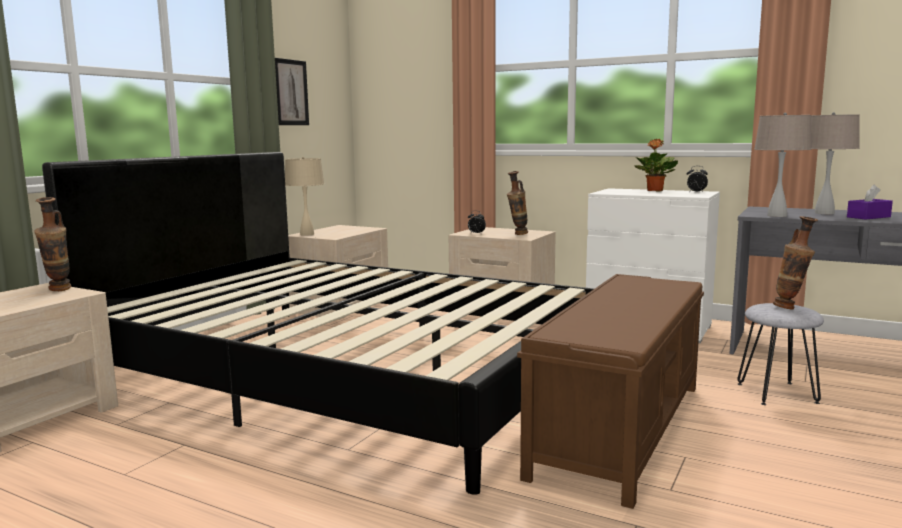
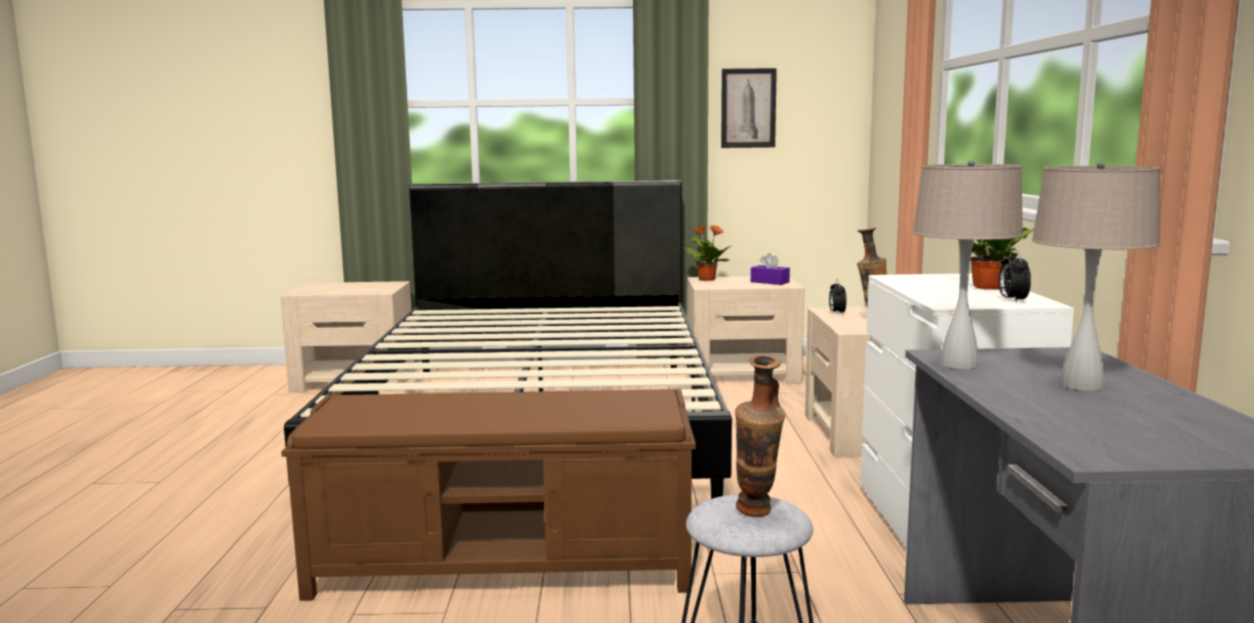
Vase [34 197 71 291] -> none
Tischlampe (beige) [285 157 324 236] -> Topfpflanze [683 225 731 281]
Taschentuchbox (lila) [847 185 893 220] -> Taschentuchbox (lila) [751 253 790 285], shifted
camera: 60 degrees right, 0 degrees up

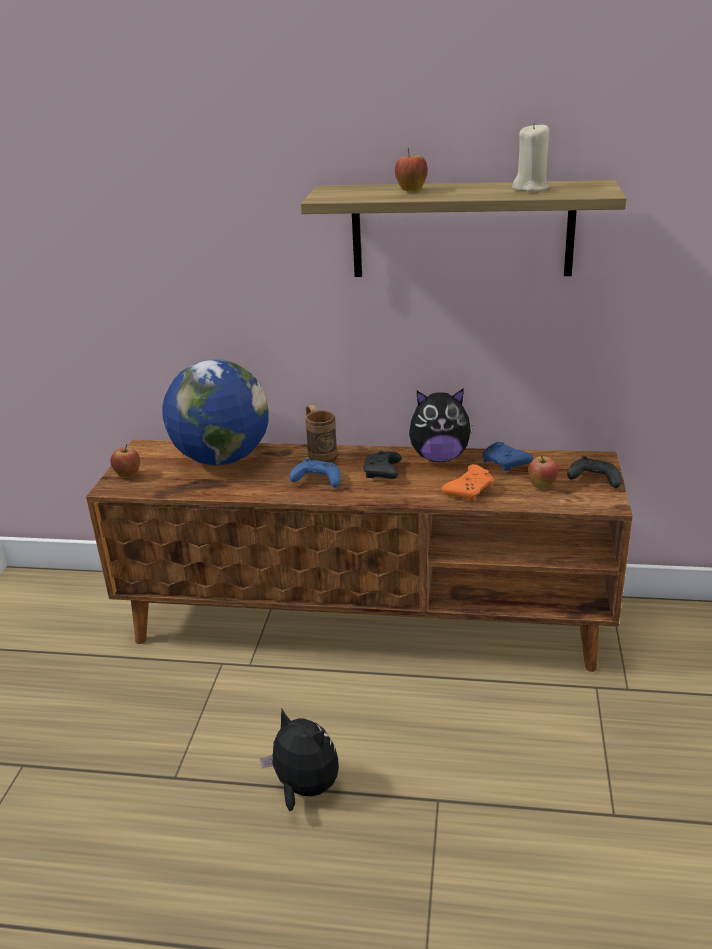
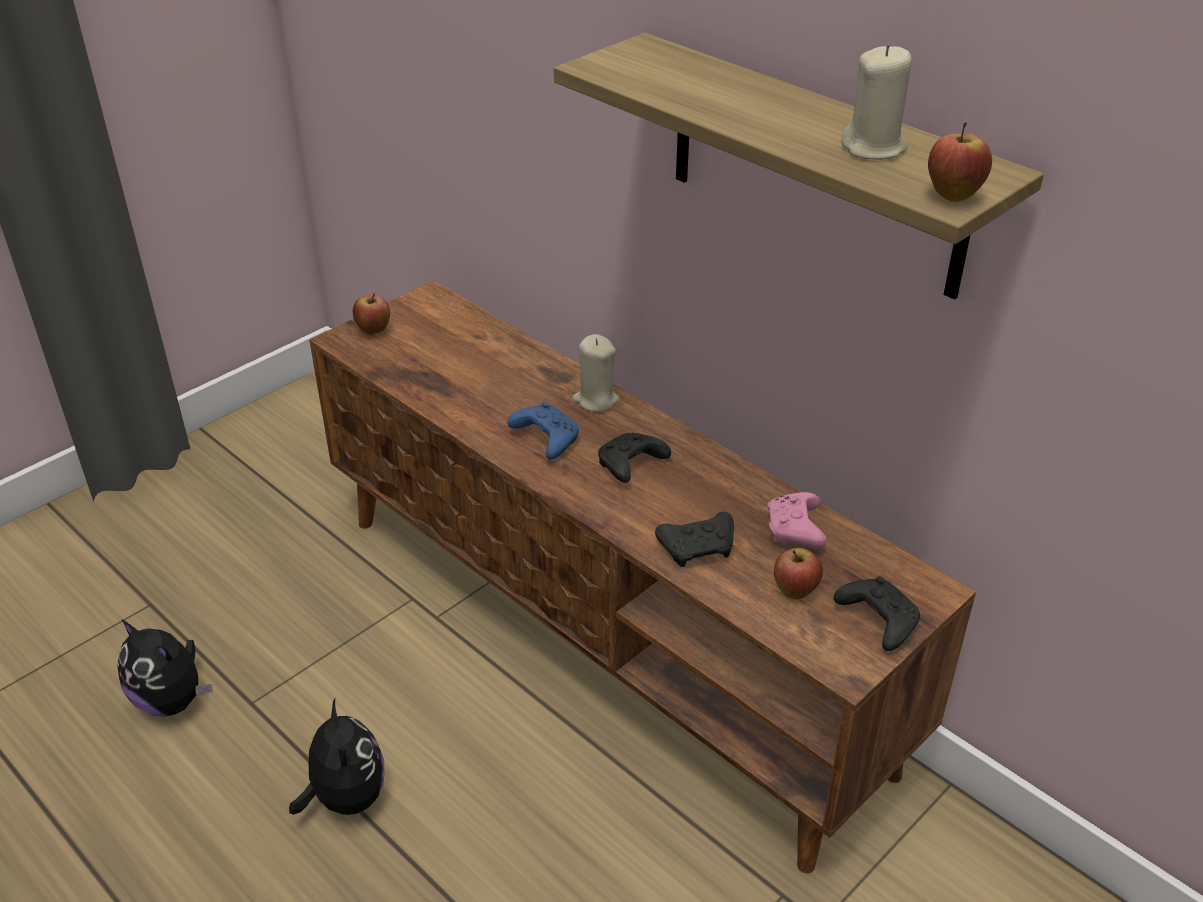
Globus [162 360 269 465] -> none
Henkelbecher (braun) [305 405 338 463] -> Kerze (beige) [572 334 620 412]
Apfel [395 148 428 192] -> Apfel [928 122 992 202], shifted
Plüschtier [409 388 473 462] -> Plüschtier [117 619 213 717], shifted
Gamepad (orange) [442 464 494 501] -> Gamepad (schwarz) [655 512 734 567]
Gamepad (blau) [482 442 533 471] -> Gamepad (rosa) [768 492 827 548]
camera: 35 degrees right, 10 degrees up

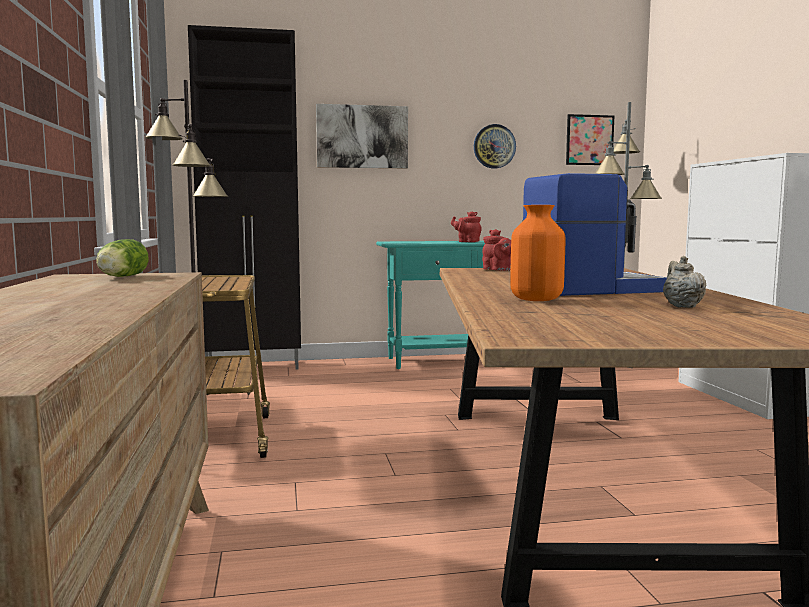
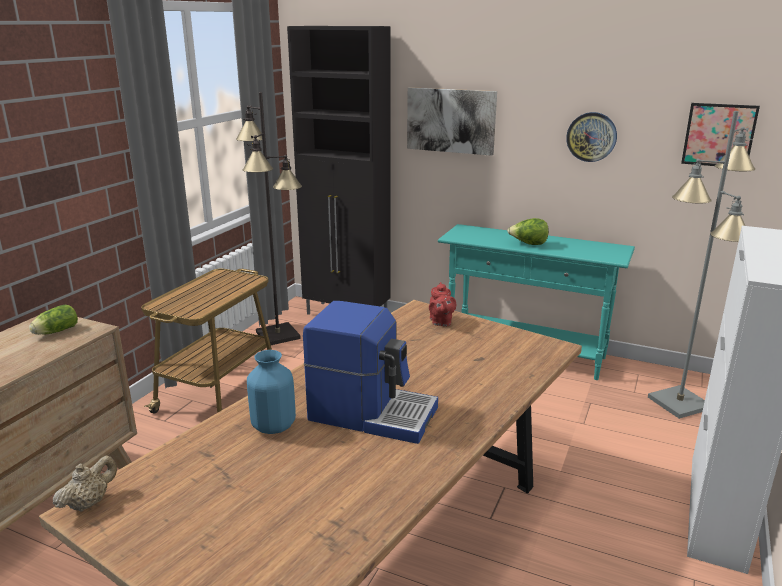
Teekanne (rot) [451 211 482 242] -> Salatkopf [507 218 549 245]
Vase (orange) [510 205 565 301] -> Vase (blau) [247 350 296 434]
Teekanne (beige) [663 256 707 308] -> Teekanne (beige) [53 456 117 512], shifted
camera: 35 degrees right, 15 degrees up

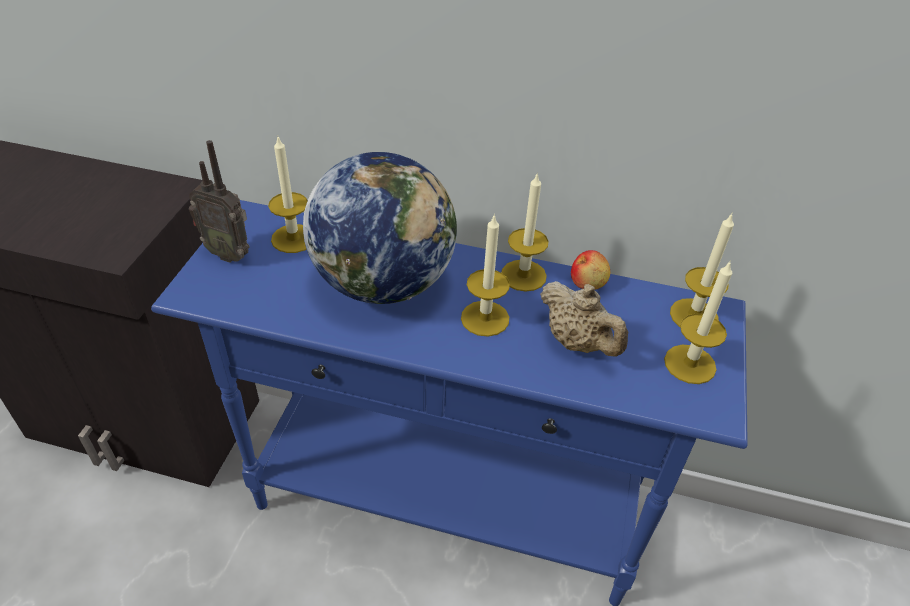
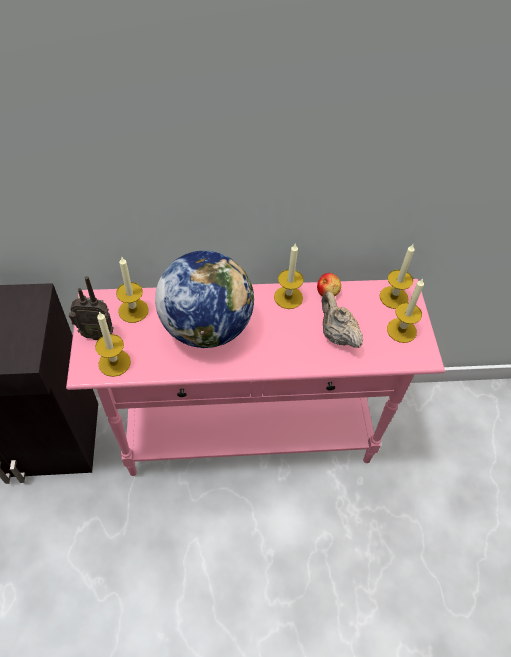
Konsolentisch (blau) [151 200 748 606] -> Konsolentisch (rosa) [66 279 445 476]
Kerze [461 214 510 337] -> Kerze [95 311 131 377], shifted
Teekanne (beige) [540 281 628 357] -> Teekanne (beige) [322 291 363 348], 150 degrees counterclockwise
camera: 20 degrees left, 10 degrees up

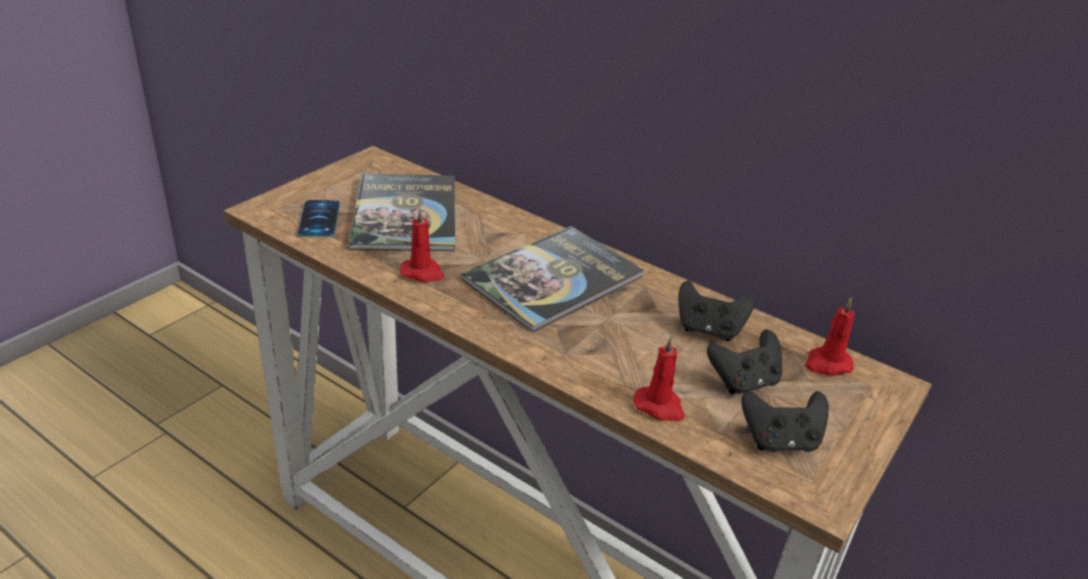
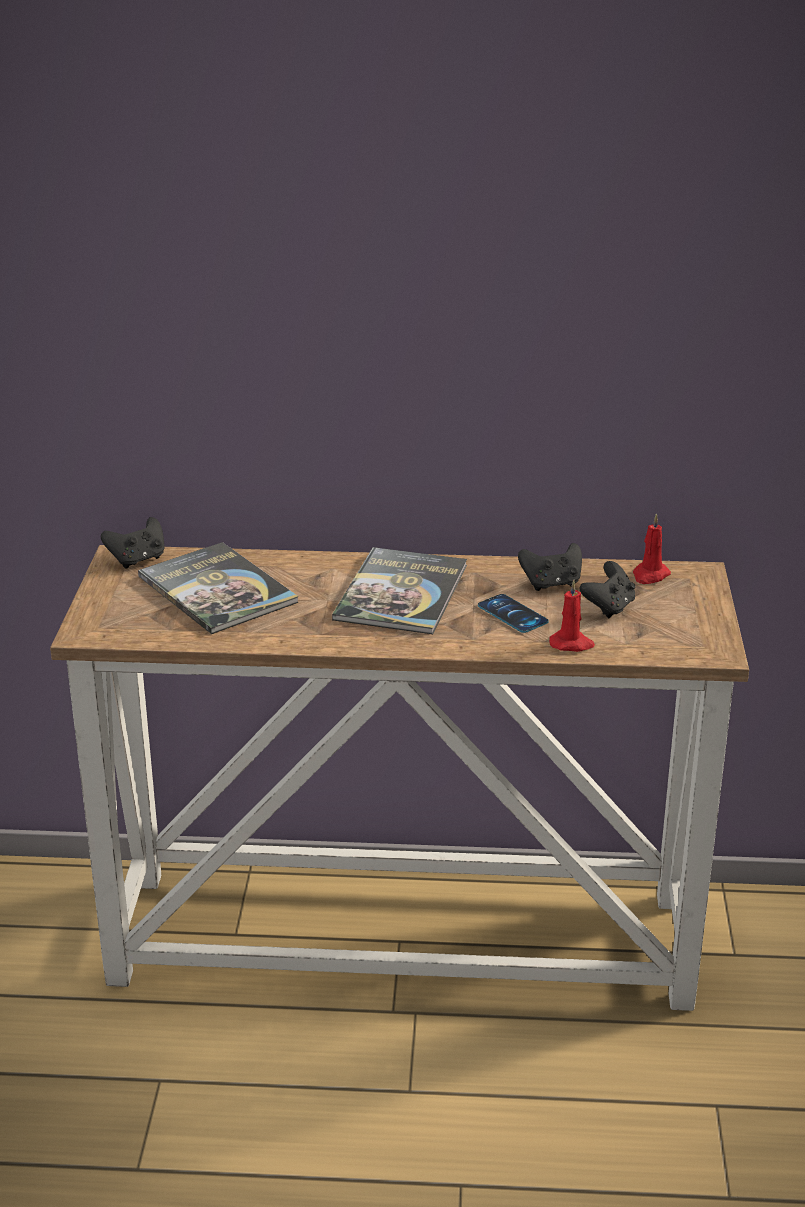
Handy [297 200 340 237] -> Handy [478 594 549 633], shifted
Kerze (rot) [400 207 444 282] -> none
Gamepad (schwarz) [741 391 829 452] -> Gamepad (schwarz) [101 517 165 568], shifted
camera: 30 degrees left, 5 degrees down

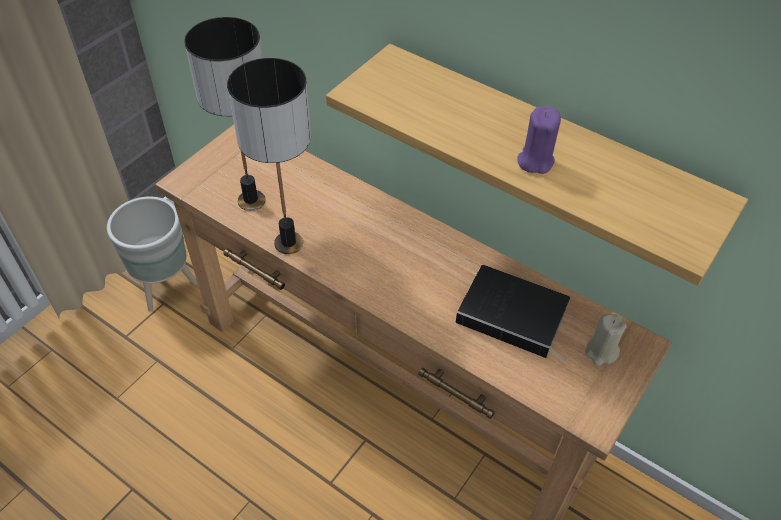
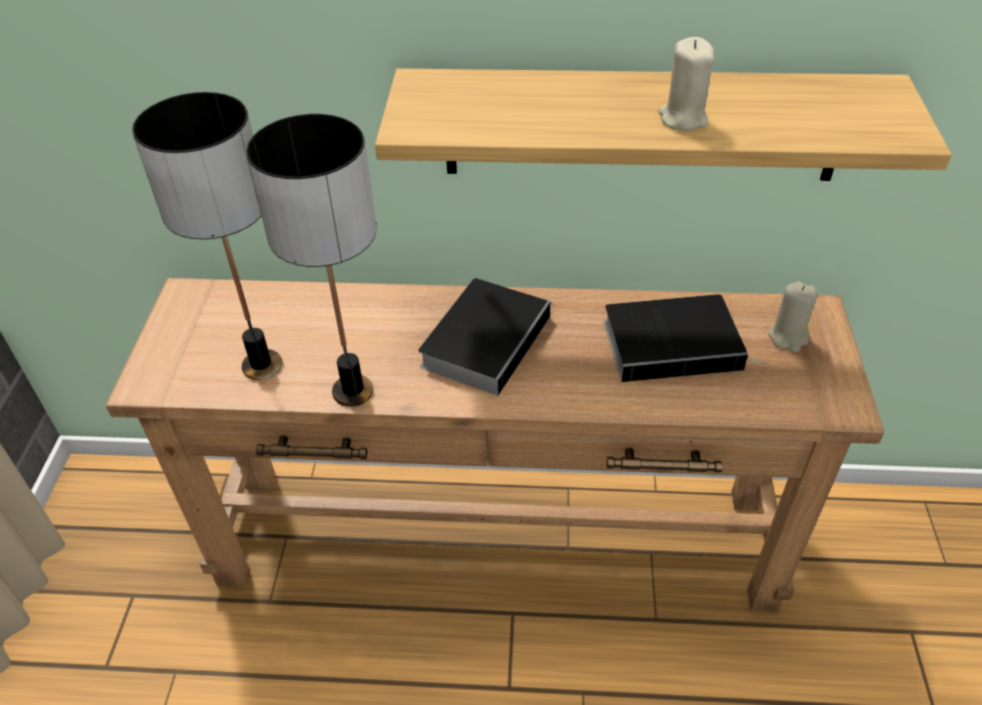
Pflanzkübel (grau) [107 196 198 311] -> none
Kerze (lila) [517 106 561 174] -> Kerze (beige) [658 37 714 131]
none -> Buch [418 278 554 396]
camera: 30 degrees left, 5 degrees down

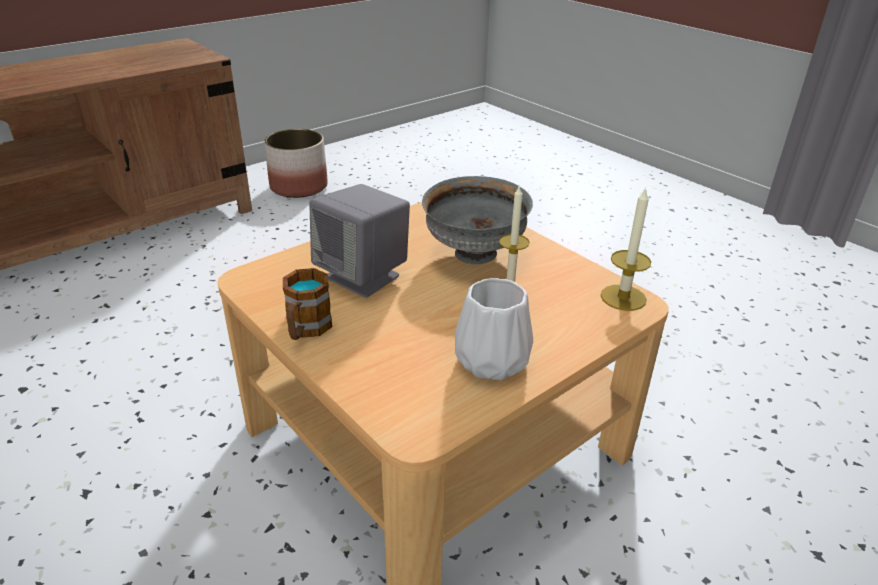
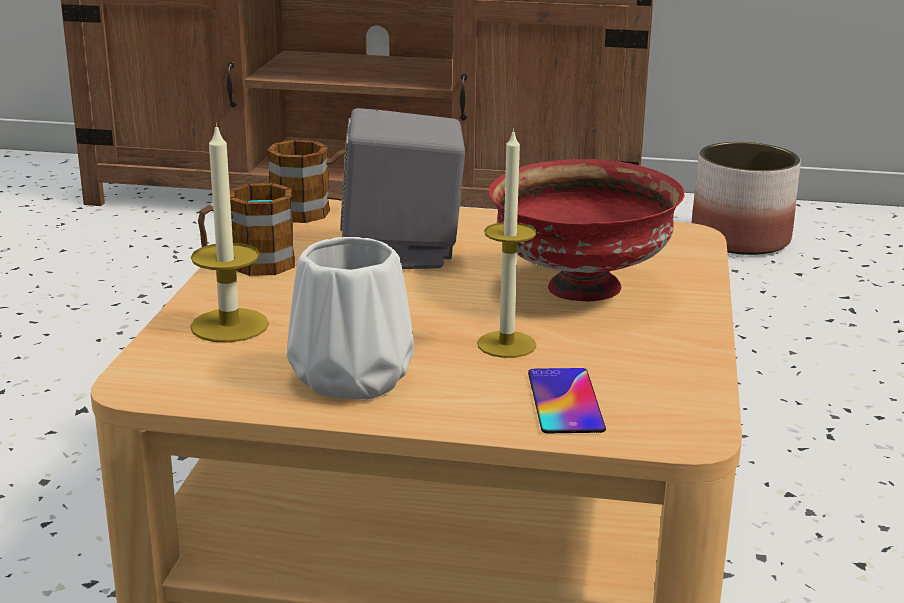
Schüssel (grau) [422 176 533 264] -> Schüssel (rot) [488 159 684 301]
Kerze [601 187 651 311] -> Kerze [190 123 269 343], shifted
none -> Henkelbecher [267 140 345 223]
none -> Handy [528 368 606 433]
camera: 50 degrees right, 10 degrees down

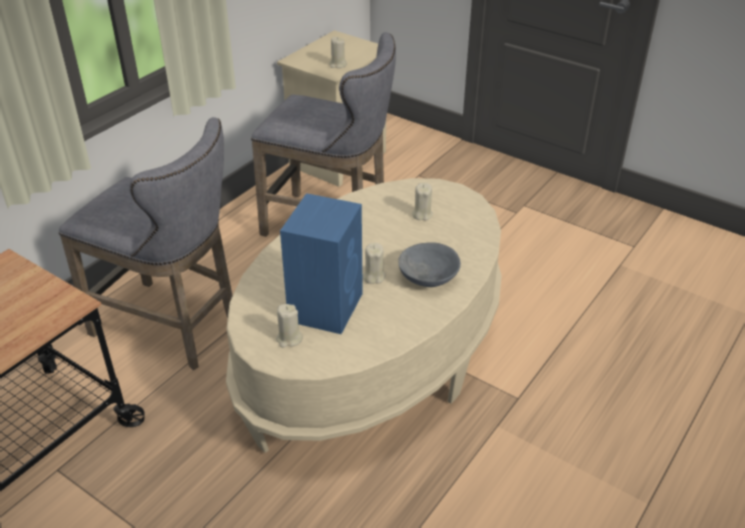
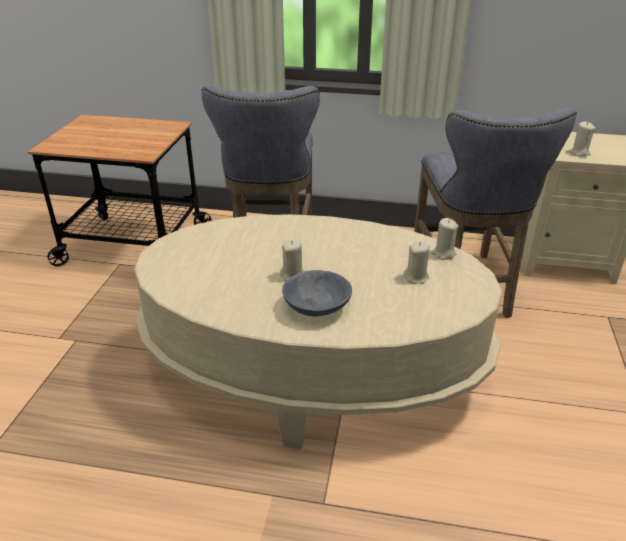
Kerze (beige) [276 304 303 348] -> Kerze (beige) [431 218 459 260], shifted
Lautsprecher (blau) [280 193 363 334] -> none
camera: 65 degrees right, 5 degrees down

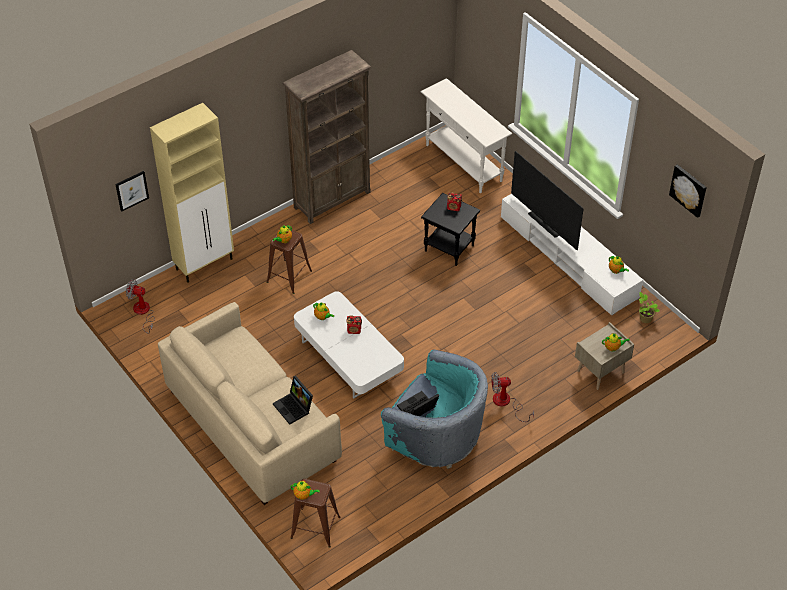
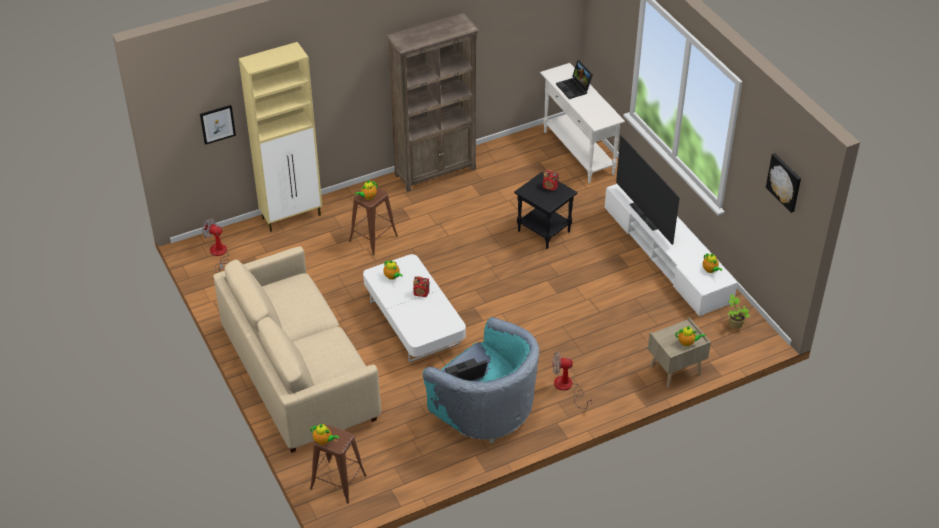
Laptop [273 376 313 425] -> Laptop [556 60 593 99], shifted
camera: 10 degrees right, 5 degrees down

